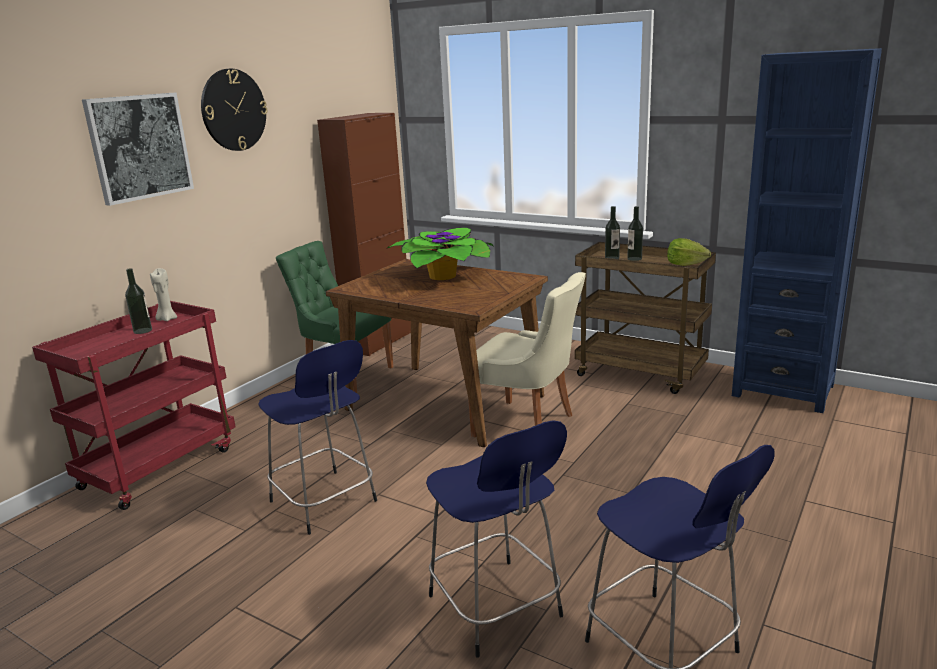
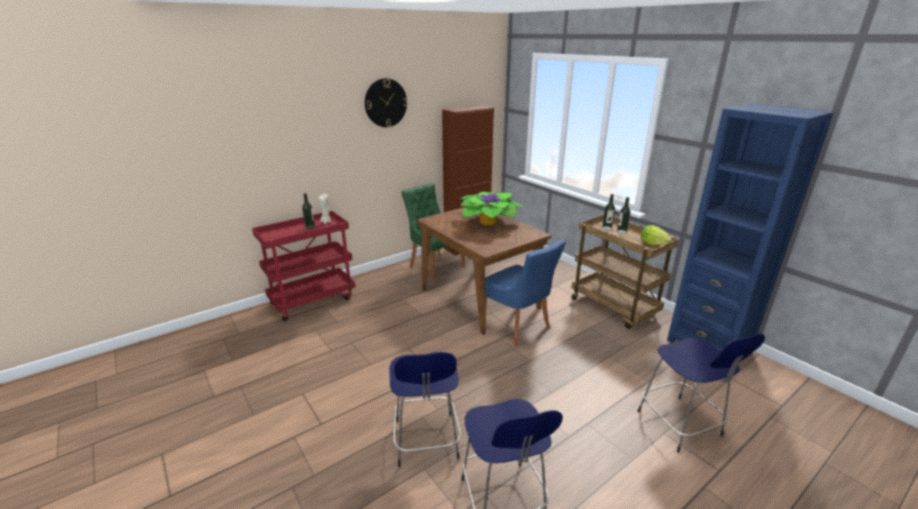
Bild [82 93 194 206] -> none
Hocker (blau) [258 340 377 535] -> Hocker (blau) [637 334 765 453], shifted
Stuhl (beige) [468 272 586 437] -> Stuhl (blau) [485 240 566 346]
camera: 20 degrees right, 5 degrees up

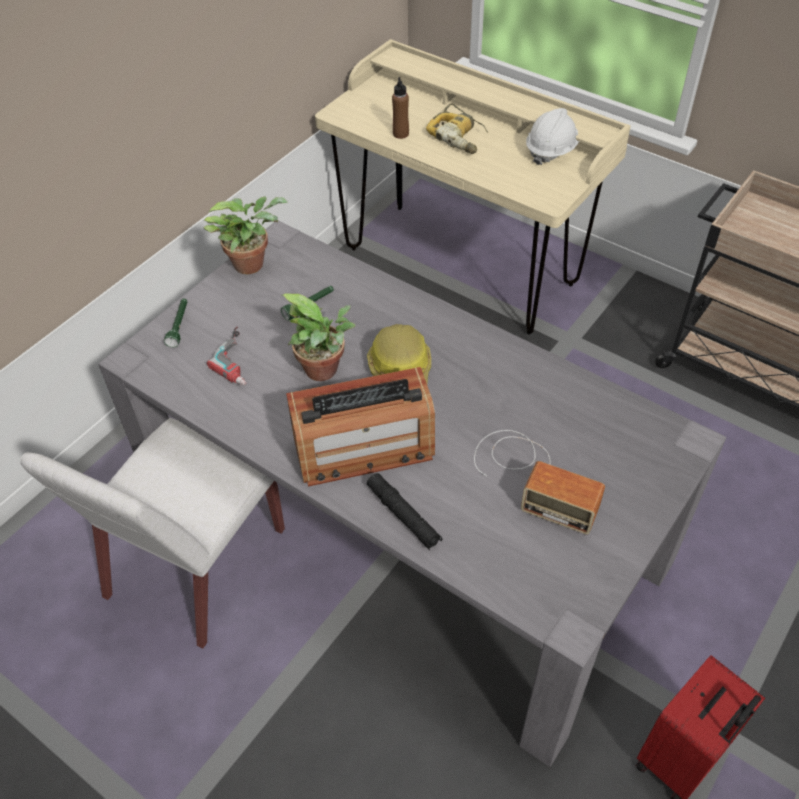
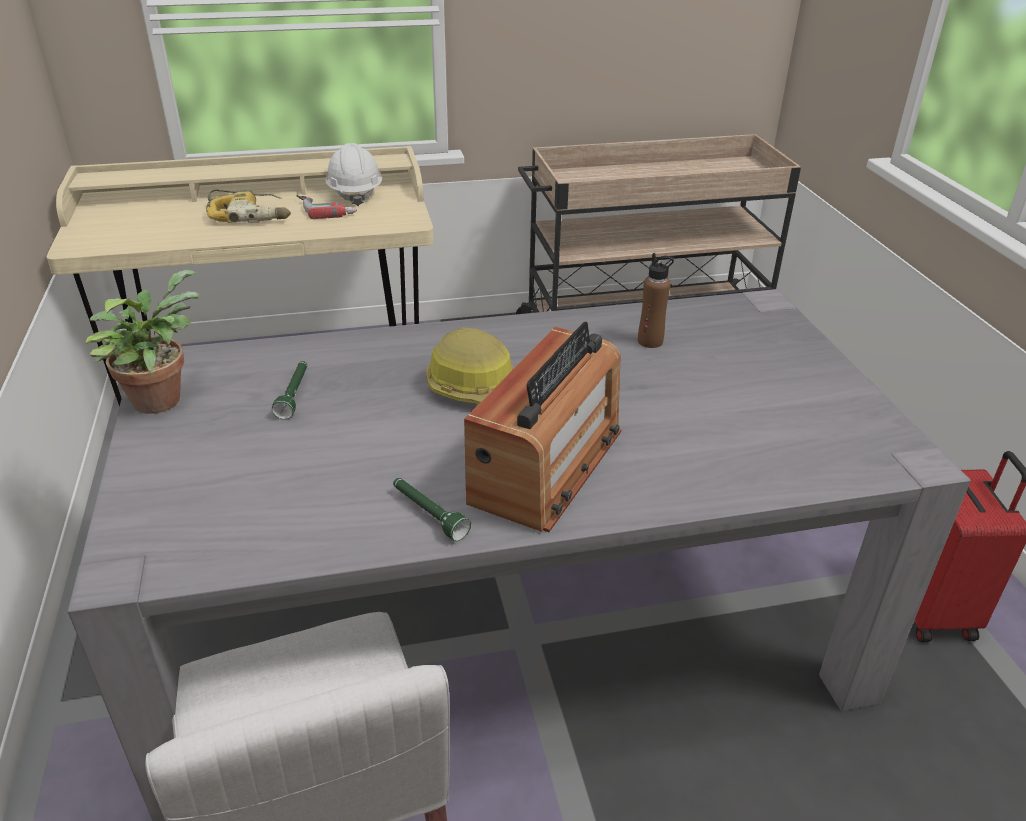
Taschenlampe (grün) [164 299 187 347] -> Taschenlampe (grün) [393 478 471 541], shifted
Bohrmaschine [207 327 246 385] -> Bohrmaschine [297 195 357 219], shifted
Topfpflanze [282 294 355 381] -> none
Taschenlampe (schwarz) [367 473 443 550] -> none
Flasche (braun) [392 77 409 139] -> Flasche (braun) [638 253 674 348], shifted
Radio [474 430 605 534] -> none
camera: 50 degrees left, 15 degrees down

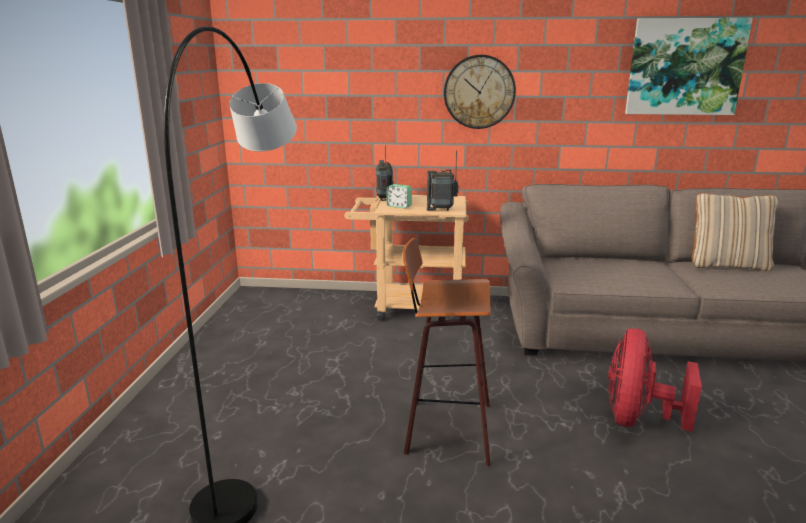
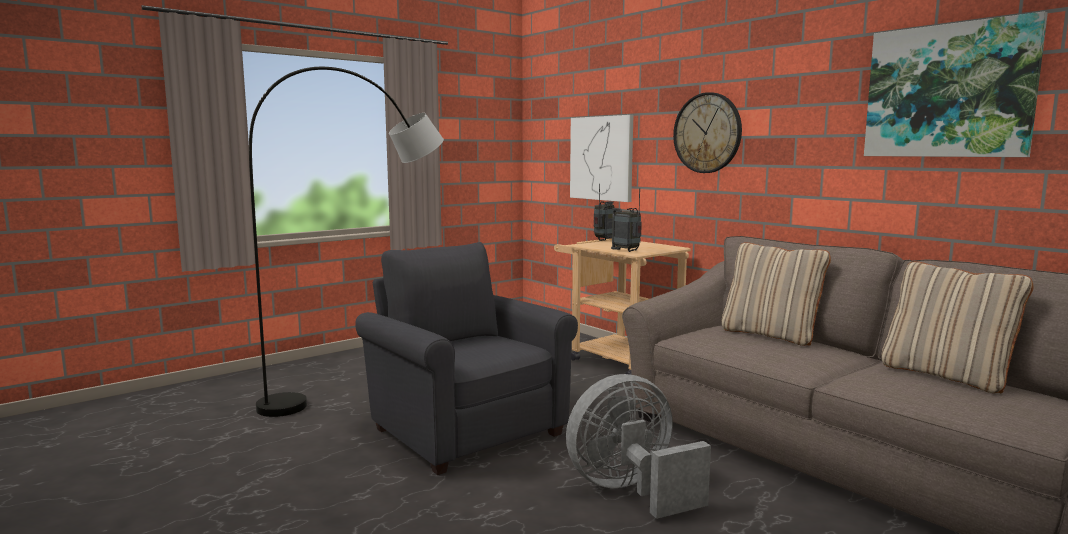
Wecker [387 184 412 208] -> none
Hocker [403 238 491 466] -> Sessel (grau) [355 242 578 475]
Ventilator (rot) [608 328 702 432] -> Ventilator (grau) [566 374 711 519]
none -> Bild [570 115 633 202]
none -> Kissen (beige) [721 242 831 346]
camera: 45 degrees right, 10 degrees down

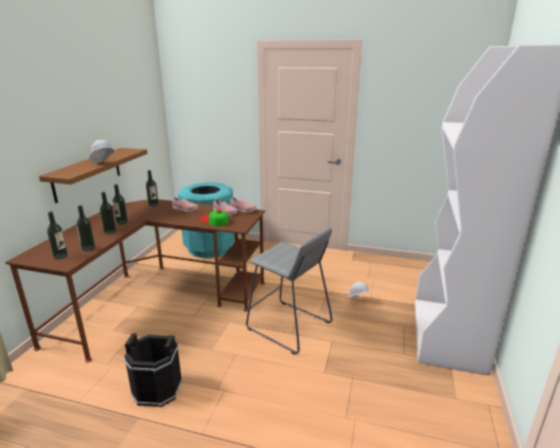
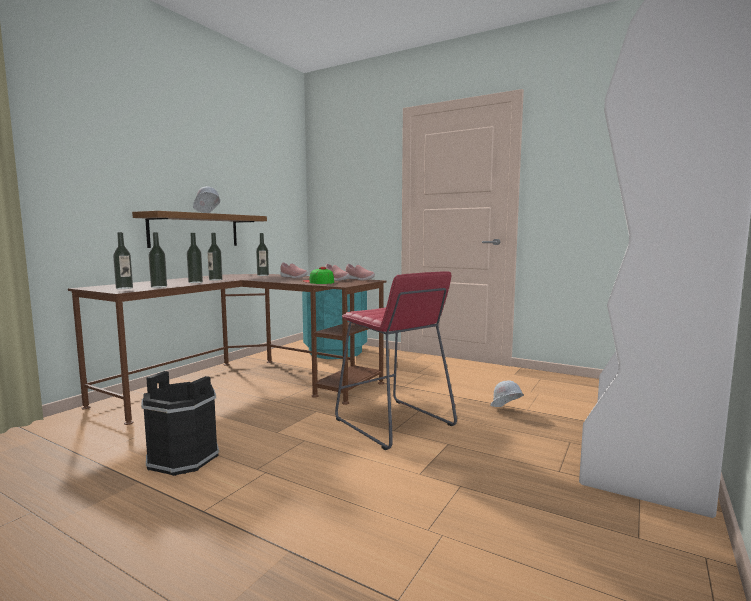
Hocker (grau) [246 228 332 355] -> Hocker (rot) [335 271 457 450]
camera: 15 degrees right, 15 degrees down

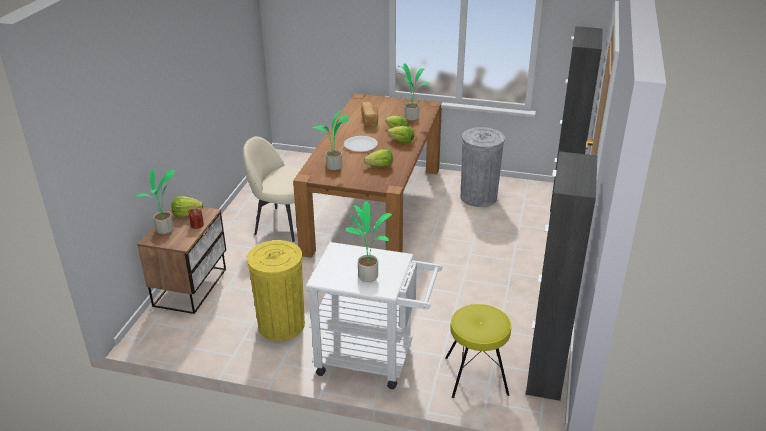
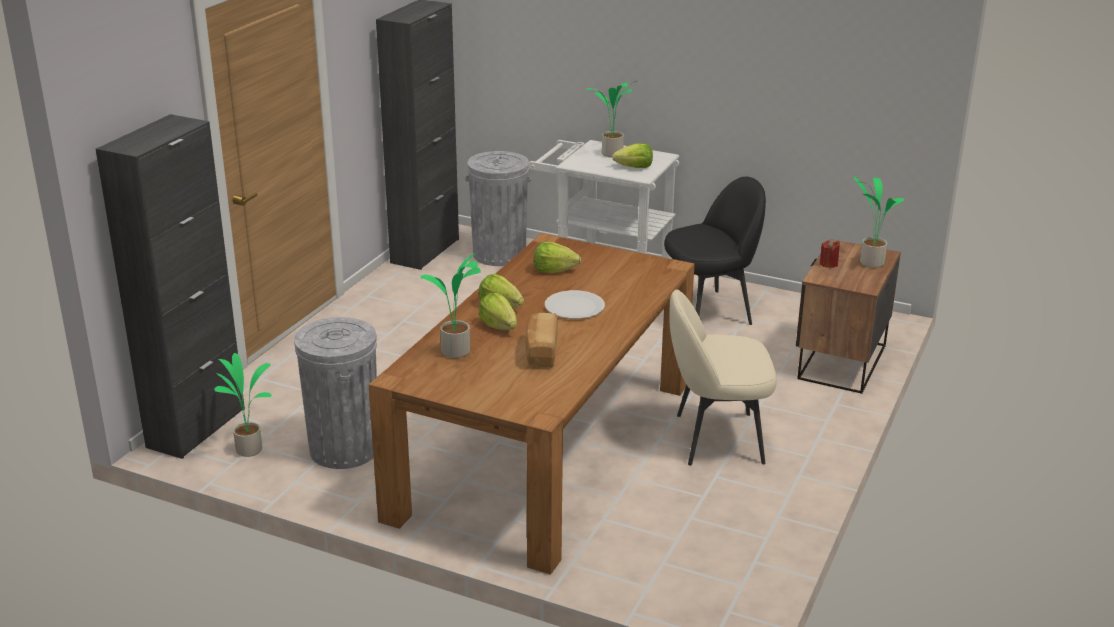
Salatkopf [172 196 204 217] -> Salatkopf [612 143 653 168], shifted
Stuhl (beige) [243 136 301 242] -> Stuhl (beige) [669 289 777 466], 150 degrees clockwise
Mülleimer (gelb) [247 240 305 341] -> Stuhl (schwarz) [664 177 766 325]
Topfpflanze [313 111 349 170] -> Topfpflanze [214 353 272 457], shifted
Hocker (gelb) [445 304 511 398] -> Mülleimer (grau) [465 151 531 266]
camera: 170 degrees left, 5 degrees down

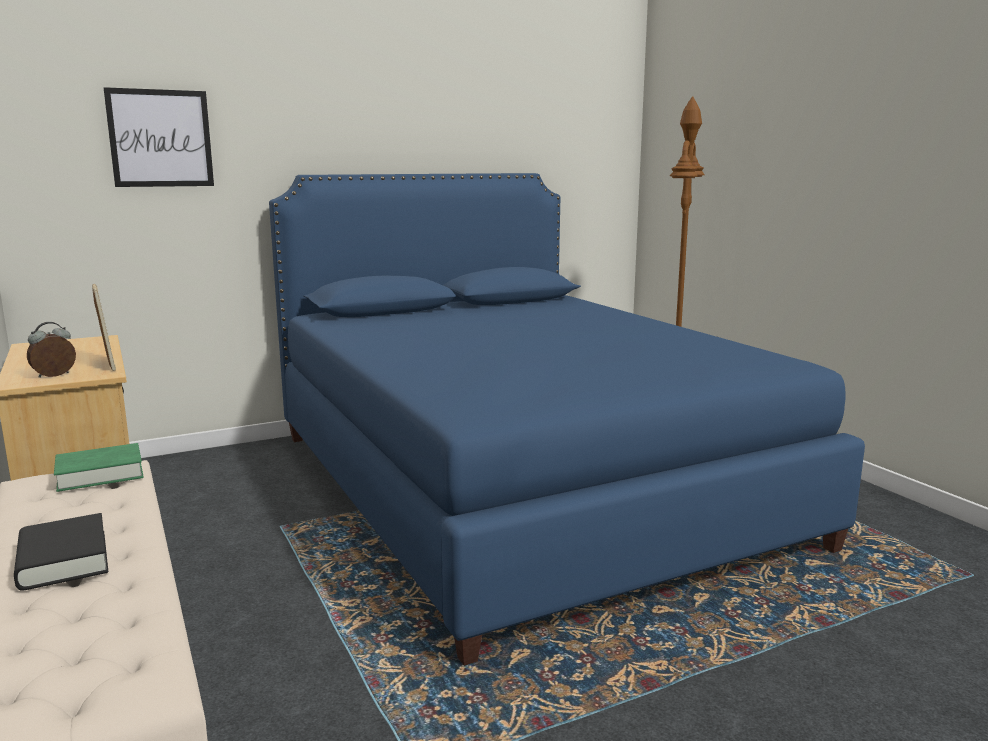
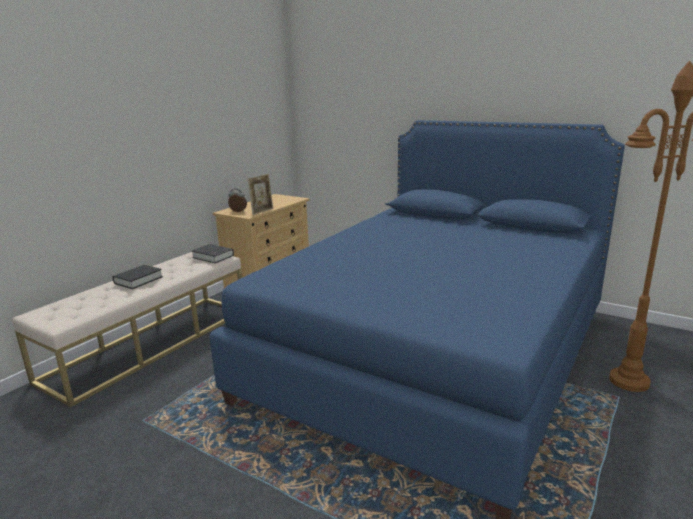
Buch (grün) [54 443 144 492] -> Buch (schwarz) [192 244 234 263]
Bild [103 87 214 187] -> none
camera: 60 degrees right, 5 degrees up

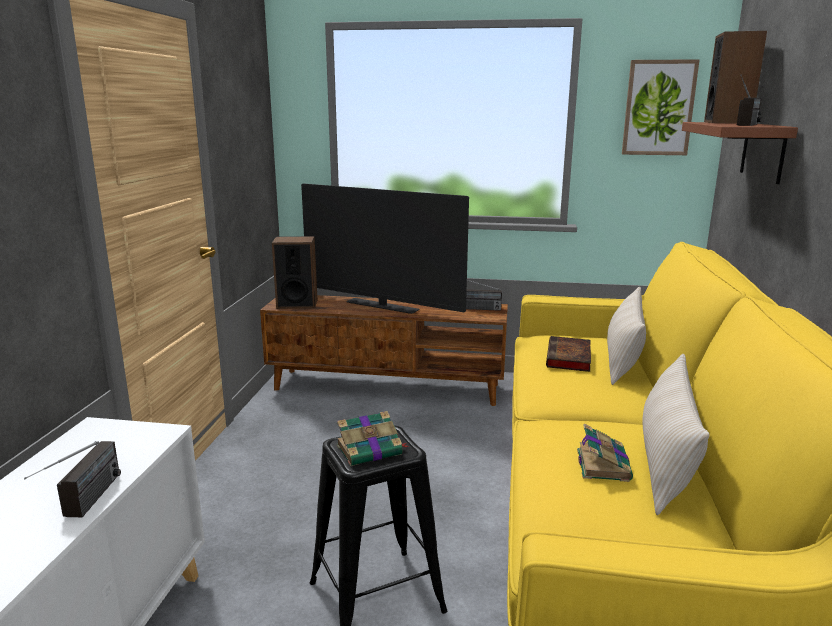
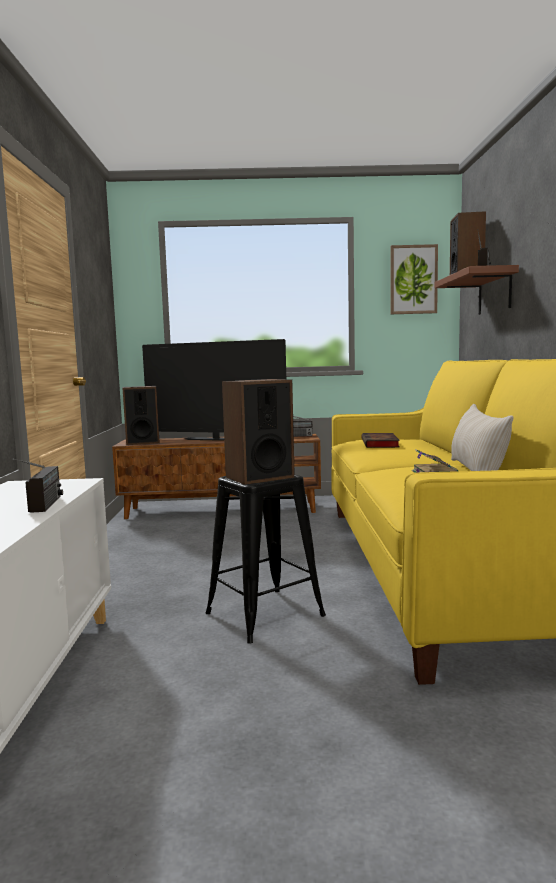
Buch [337 411 409 466] -> Lautsprecher [222 379 295 485]
Kissen (beige) [607 287 646 385] -> none
camera: 10 degrees left, 10 degrees down

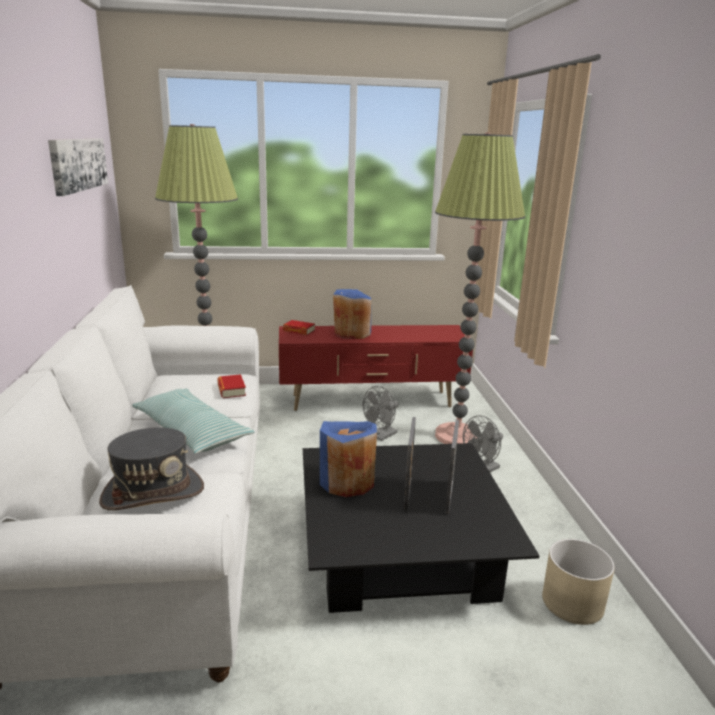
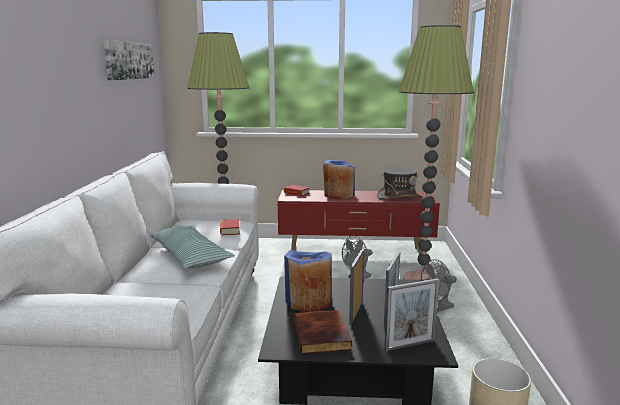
Hut (grau) [99 427 204 510] -> Hut (grau) [377 169 422 199], shifted
none -> Buch [294 310 352 354]
none -> Bilderrahmen [384 278 439 351]
camera: 10 degrees right, 5 degrees down

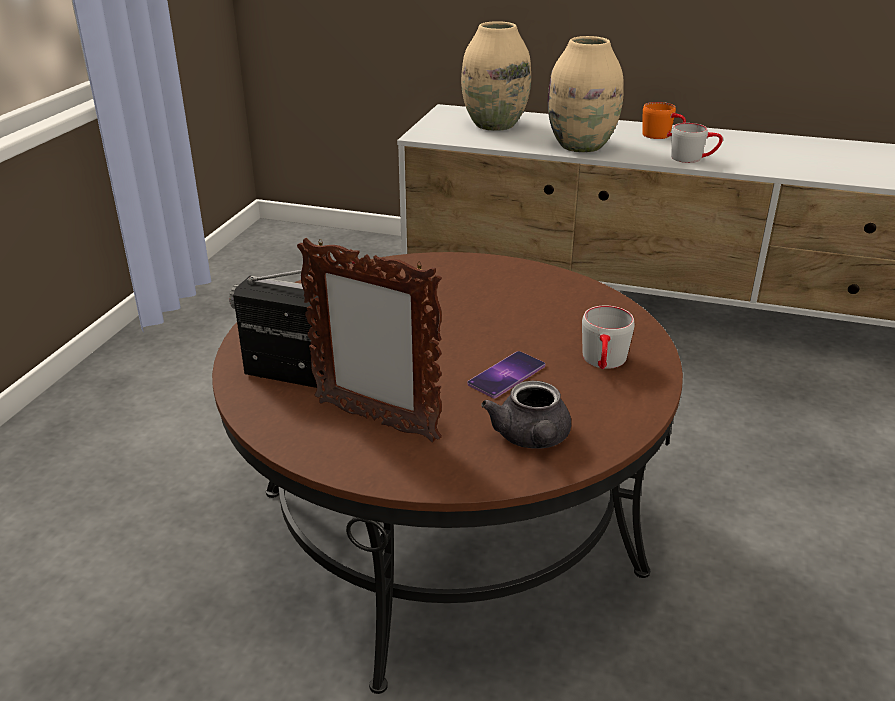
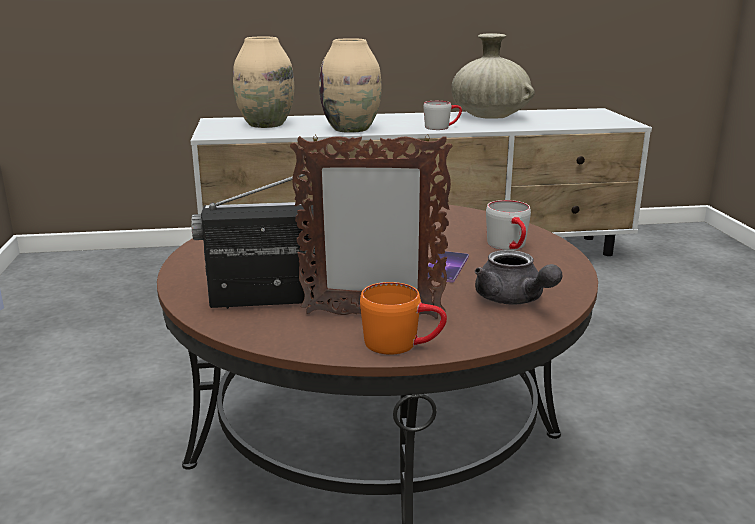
Henkelbecher (orange) [642 102 686 139] -> Henkelbecher (orange) [360 282 447 354], shifted
none -> Vase (beige) [451 34 535 118]
camera: 25 degrees left, 10 degrees down

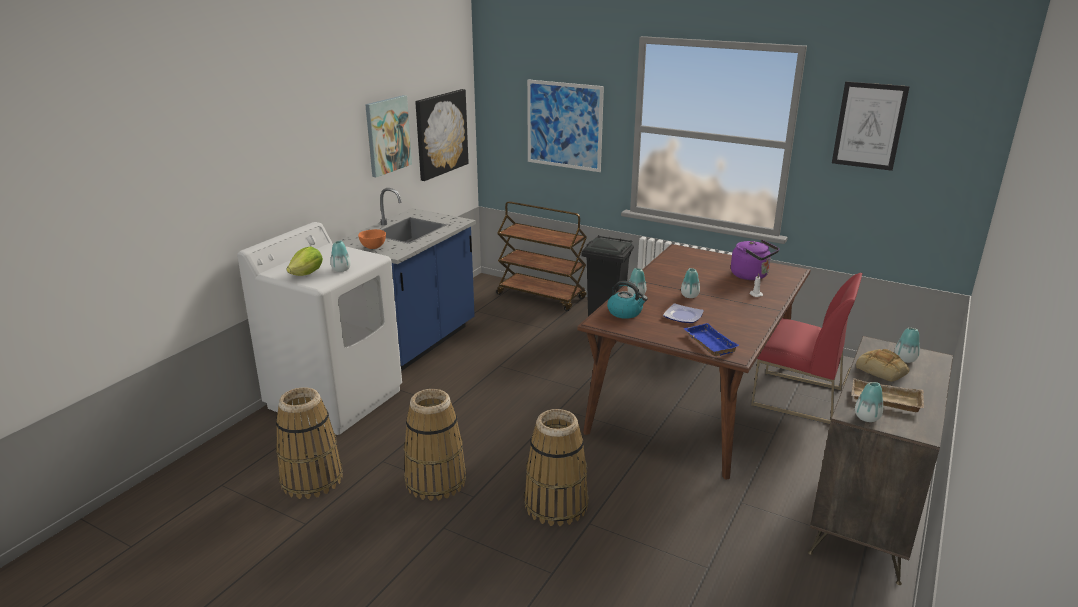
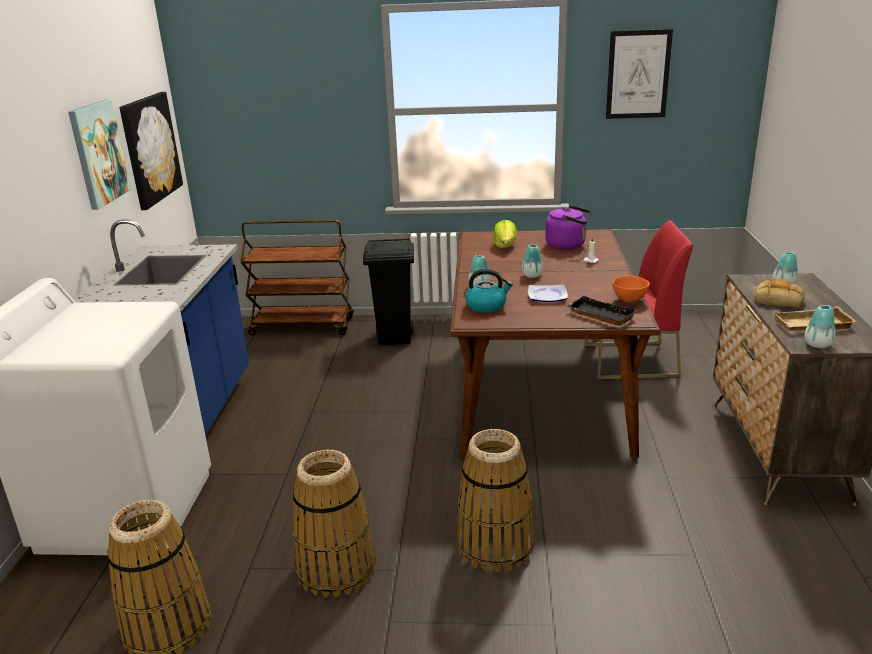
Salatkopf [286 246 323 276] -> Salatkopf [493 220 517 248], shifted
Vase [331 241 351 272] -> none
Schüssel (orange) [358 229 386 249] -> Schüssel (orange) [612 276 650 302], shifted
Bild [527 79 604 172] -> none
Tablett (blau) [684 323 740 356] -> Tablett (schwarz) [566 296 637 326]
camera: 25 degrees left, 0 degrees up

